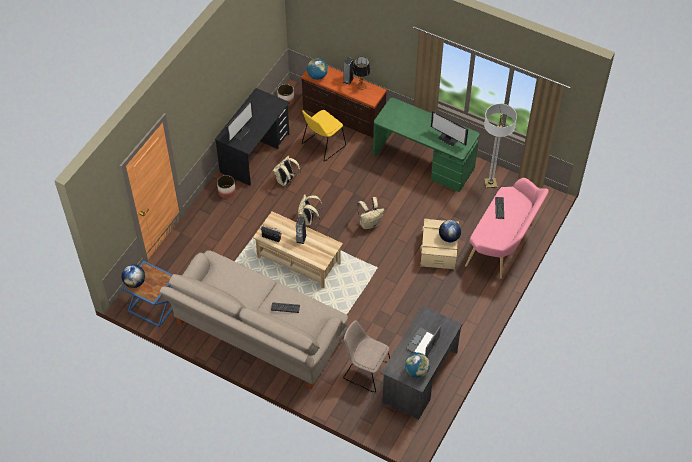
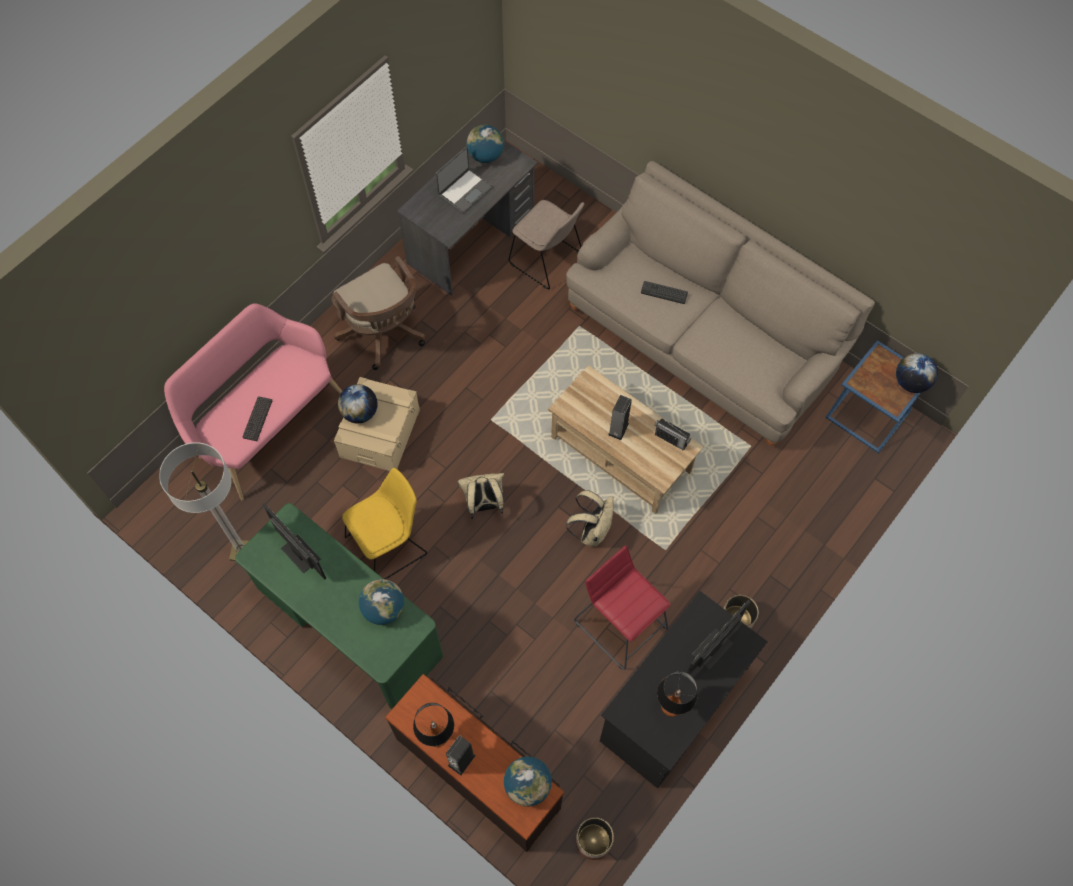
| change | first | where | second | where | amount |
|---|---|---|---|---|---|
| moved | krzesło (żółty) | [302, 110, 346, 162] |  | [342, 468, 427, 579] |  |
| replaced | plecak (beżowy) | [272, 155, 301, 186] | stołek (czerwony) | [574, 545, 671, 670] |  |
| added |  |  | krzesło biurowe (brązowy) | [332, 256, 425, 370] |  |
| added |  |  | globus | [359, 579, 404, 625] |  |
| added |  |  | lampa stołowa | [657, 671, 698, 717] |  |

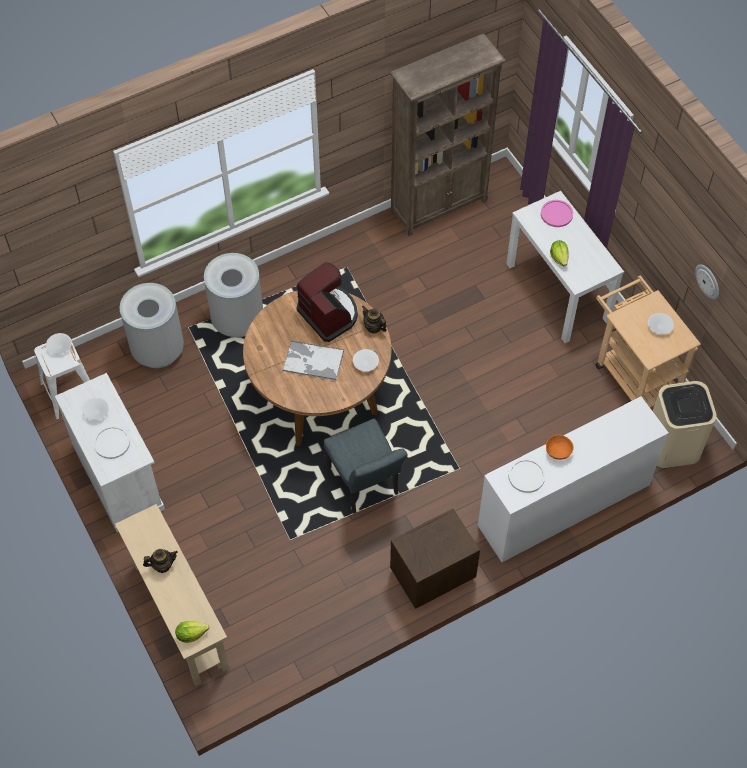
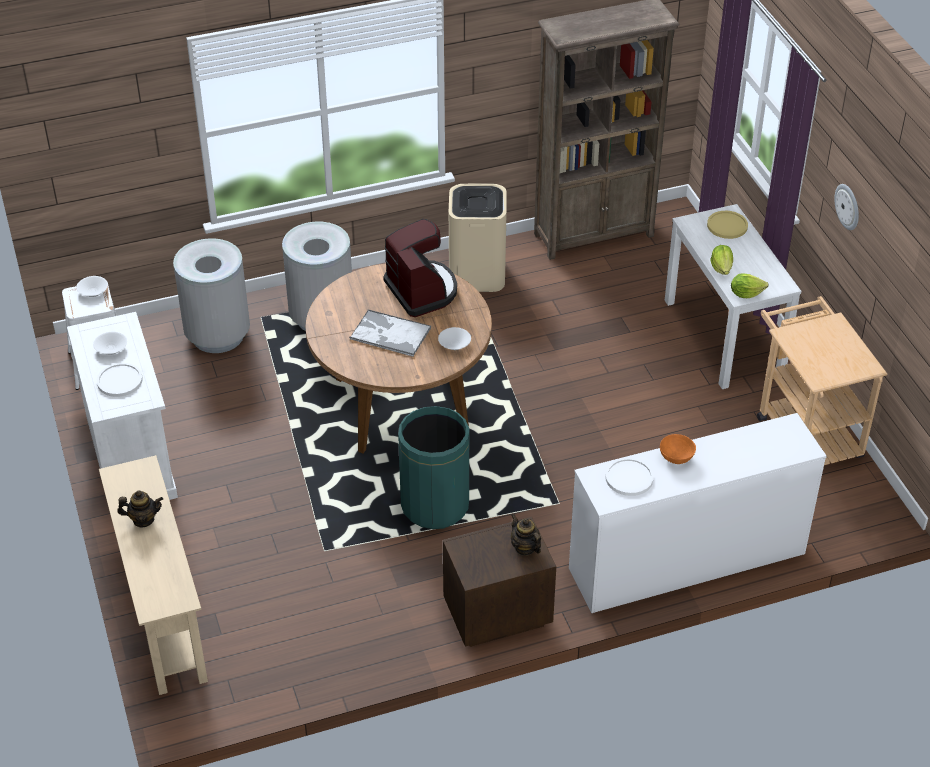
| change | first | where | second | where | amount |
|---|---|---|---|---|---|
| recoloured | talerz (różowy) | [541, 200, 573, 227] | talerz (żółty) | [707, 211, 748, 239] |  |
| moved | zegar ścienny | [695, 264, 719, 299] |  | [834, 184, 859, 230] |  |
| moved | imbryk | [362, 305, 387, 333] |  | [511, 514, 541, 556] |  |
| removed | miska (biały) | [648, 313, 674, 335] |  |  |  |
| moved | kosz na śmieci (beżowy) | [653, 381, 717, 468] |  | [449, 184, 507, 292] |  |
| replaced | krzesło (szary) | [324, 418, 408, 513] | kosz na śmieci (zielony) | [398, 406, 469, 529] |  |
| moved | sałata | [175, 621, 209, 643] |  | [731, 273, 769, 298] |  |

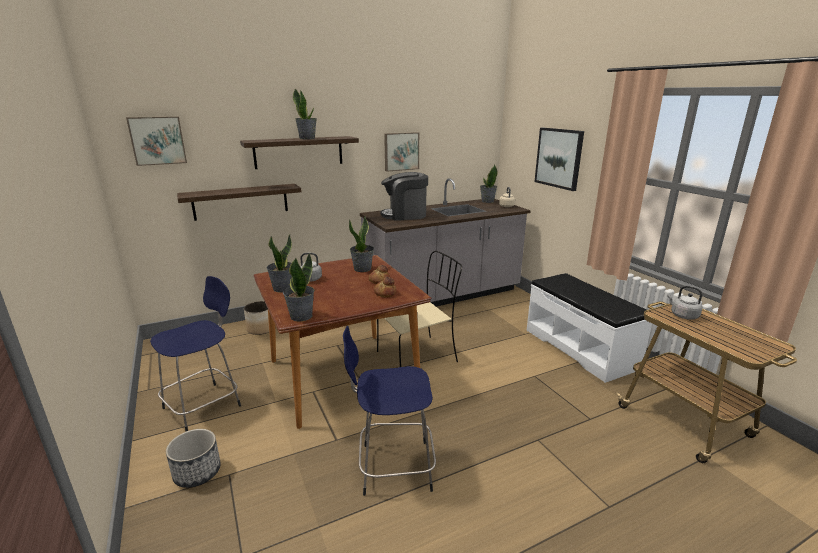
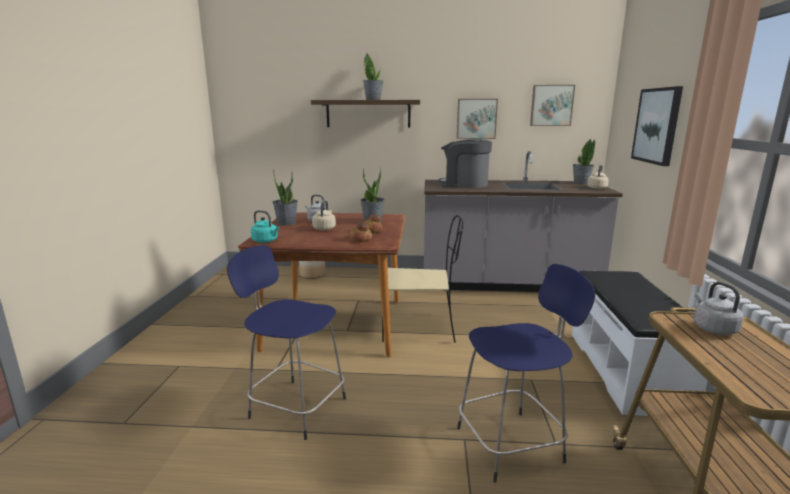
| change | first | where | second | where | amount |
|---|---|---|---|---|---|
| moved | obraz | [126, 116, 187, 166] |  | [530, 85, 575, 126] |  |
| removed | półka | [177, 184, 302, 221] |  |  |  |
| replaced | roślina doniczkowa | [283, 254, 314, 322] | czajnik (turkusowy) | [251, 210, 280, 243] |  |
| moved | stołek (niebieski) | [150, 276, 241, 432] |  | [457, 264, 595, 483] |  |
| removed | donica | [166, 429, 221, 488] |  |  |  |
| added |  |  | czajnik (beżowy) | [312, 200, 336, 230] |  |

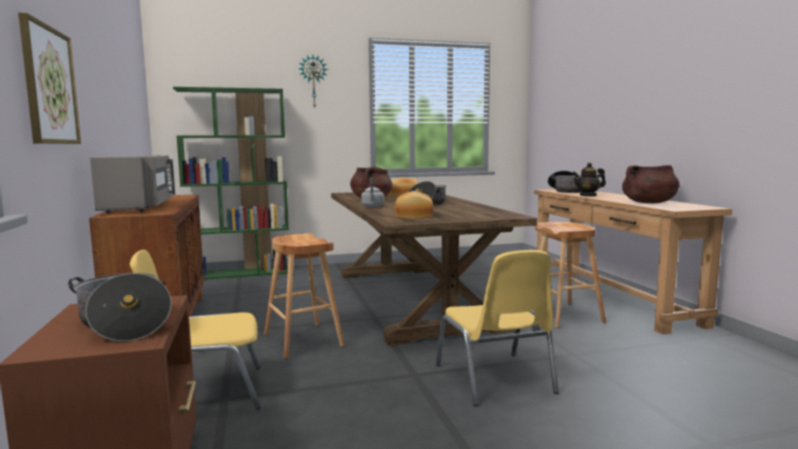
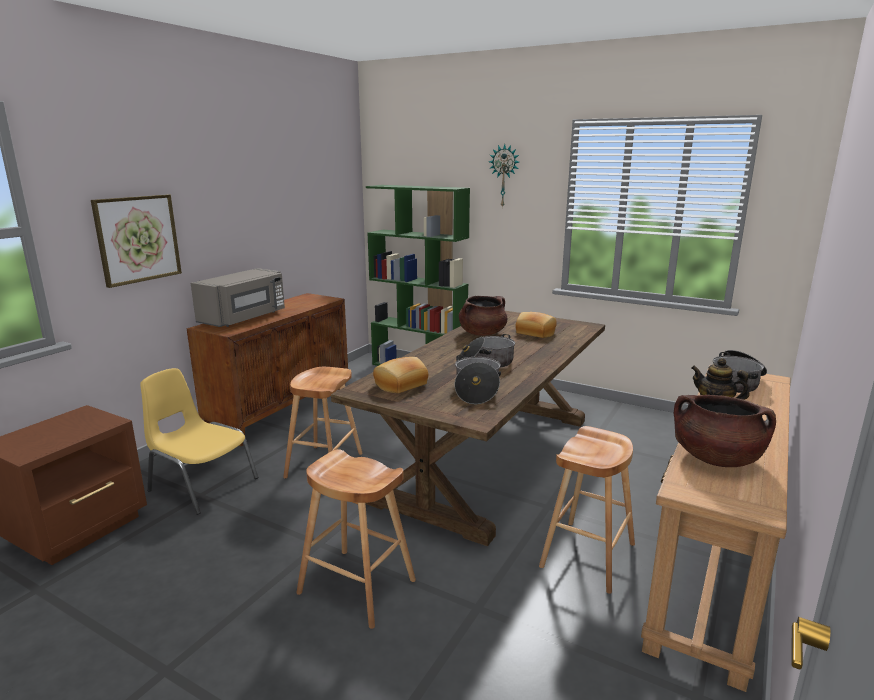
| change | first | where | second | where | amount |
|---|---|---|---|---|---|
| removed | czajnik (szary) | [361, 178, 384, 207] |  |  |  |
| replaced | krzesło (żółty) | [436, 250, 559, 406] | stołek (brązowy) | [296, 449, 416, 629] |  |
| moved | garnek | [68, 273, 172, 342] |  | [455, 354, 501, 404] |  |

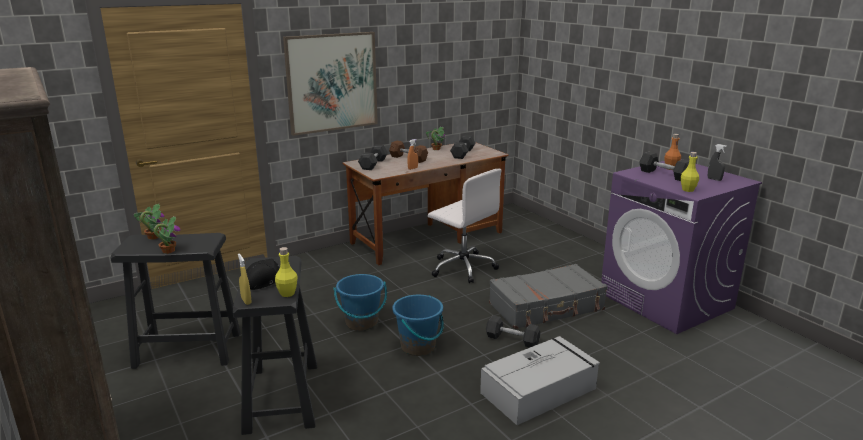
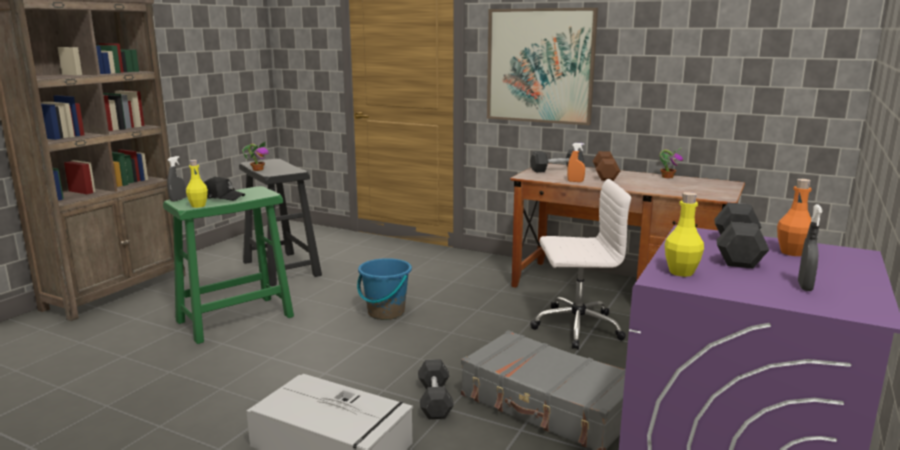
| change | first | where | second | where | amount |
|---|---|---|---|---|---|
| removed | hantel (szary) | [450, 135, 475, 159] |  |  |  |
| turned | krzesło biurowe (biały) | [428, 169, 502, 283] |  | [530, 179, 631, 350] | 105 degrees counterclockwise |
| removed | roślina doniczkowa | [134, 204, 164, 240] |  |  |  |
| recoloured | spryskiwacz (żółty) | [238, 254, 252, 305] | spryskiwacz (szary) | [167, 156, 186, 202] |  |
| recoloured | stołek (czarny) | [233, 256, 317, 435] | stołek (zielony) | [163, 186, 294, 344] |  |
| removed | wiadro (niebieski) | [392, 295, 444, 356] |  |  |  |

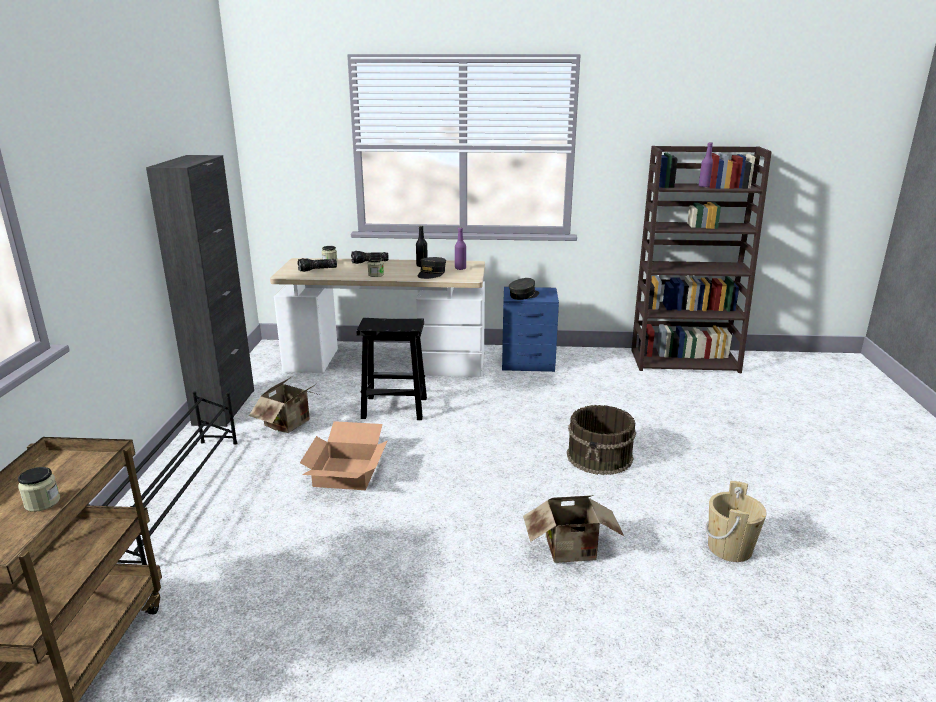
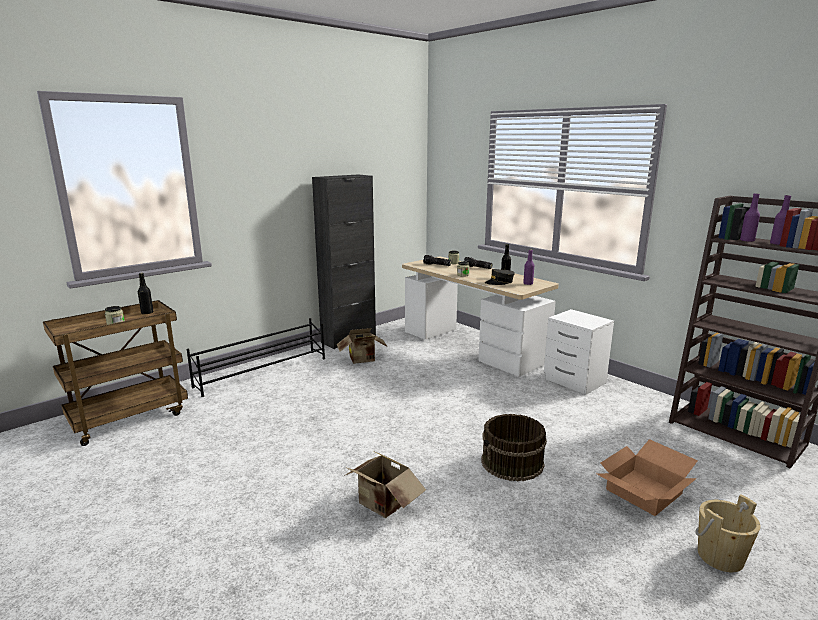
| change | first | where | second | where | amount |
|---|---|---|---|---|---|
| removed | czapka z daszkiem (szary) | [509, 278, 539, 300] |  |  |  |
| recoloured | szafka nocna (niebieski) | [502, 287, 559, 372] | szafka nocna (biały) | [544, 309, 614, 395] |  |
| removed | stołek (czarny) | [357, 318, 427, 420] |  |  |  |
| moved | karton | [300, 421, 388, 490] |  | [597, 439, 698, 516] |  |
| moved | wiadro (beżowy) | [705, 481, 767, 562] |  | [695, 494, 761, 572] |  |
| added |  |  | butelka (fioletowy) | [740, 193, 760, 242] |  |
| added |  |  | butelka (czarny) | [138, 273, 153, 315] |  |

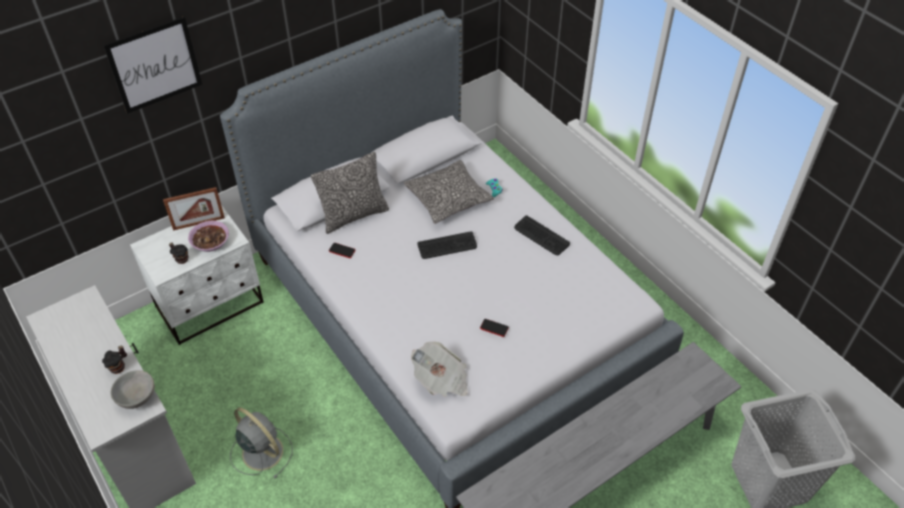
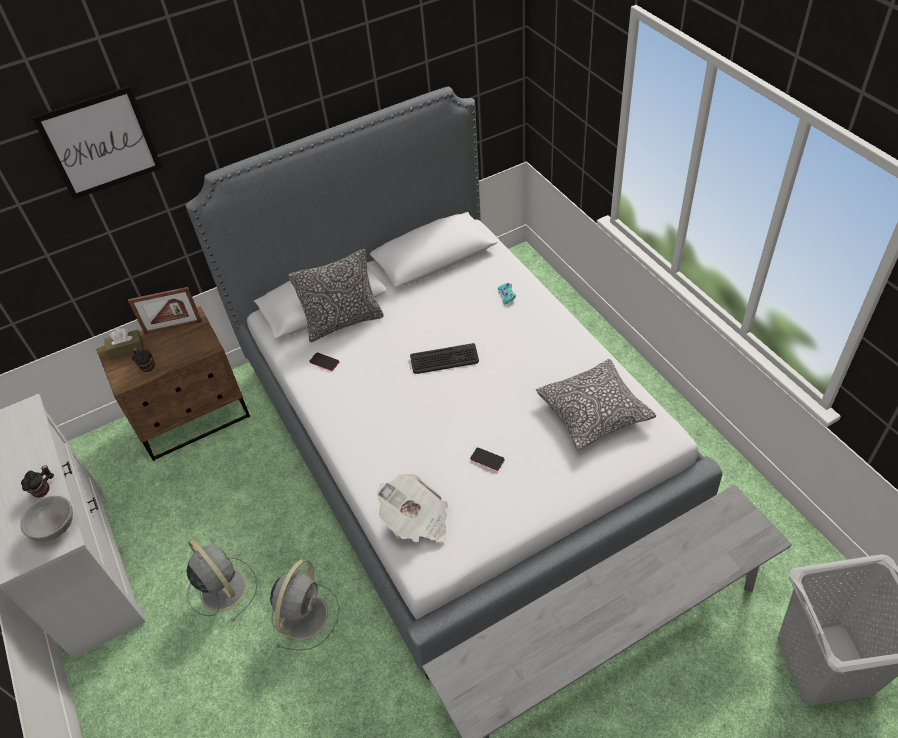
| change | first | where | second | where | amount |
|---|---|---|---|---|---|
| moved | poduszka | [404, 160, 494, 224] |  | [536, 359, 656, 450] |  |
| recoloured | szafka nocna (biały) | [130, 205, 264, 345] | szafka nocna (brązowy) | [96, 306, 250, 461] |  |
| removed | klawiatura | [514, 215, 570, 255] |  |  |  |
| removed | miska | [188, 221, 229, 252] |  |  |  |
| added |  |  | pudełko chusteczek (brązowy) | [104, 328, 144, 360] |  |
| added |  |  | wentylator (szary) | [270, 560, 340, 651] |  |

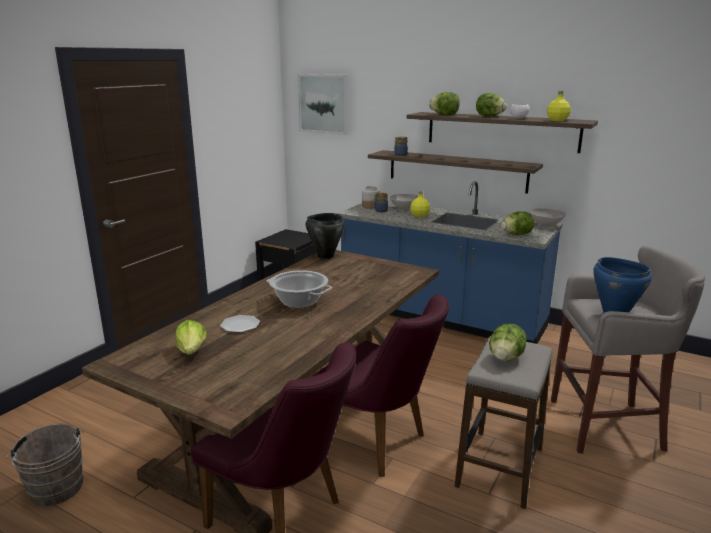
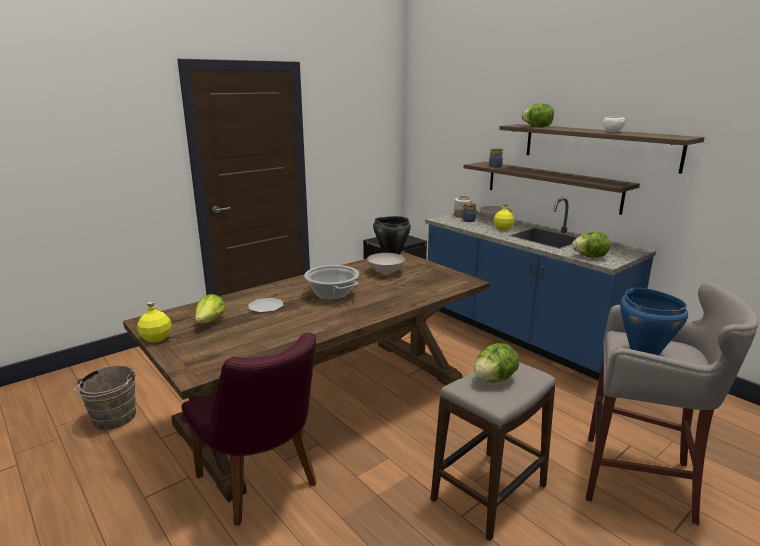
| change | first | where | second | where | amount |
|---|---|---|---|---|---|
| removed | obraz | [298, 74, 349, 135] |  |  |  |
| moved | butelka (żółty) | [547, 91, 571, 121] |  | [137, 301, 172, 343] |  |
| removed | sałata | [476, 93, 507, 117] |  |  |  |
| moved | miska (biały) | [530, 208, 566, 227] |  | [367, 253, 405, 274] |  |
| removed | krzesło (fioletowy) | [311, 295, 449, 477] |  |  |  |

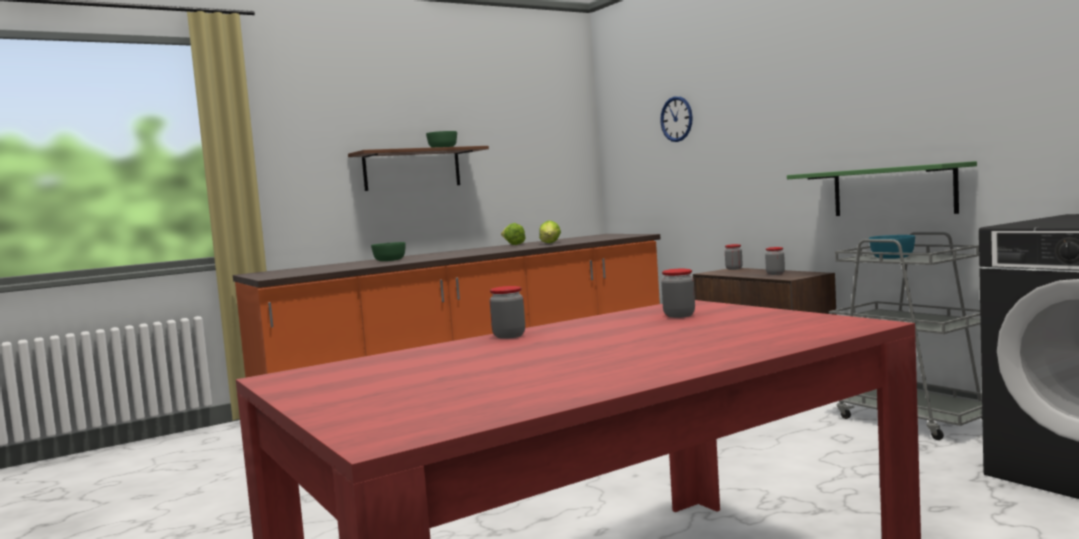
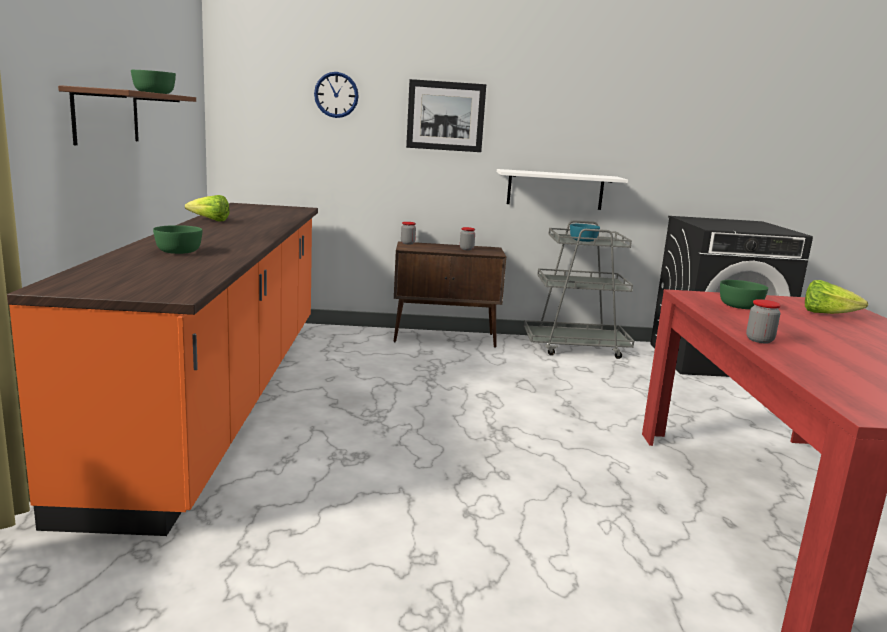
| change | first | where | second | where | amount |
|---|---|---|---|---|---|
| recoloured | półka (zielony) | [787, 161, 977, 216] | półka (biały) | [497, 169, 628, 210] |  |
| moved | sałata | [539, 221, 561, 243] |  | [805, 280, 868, 314] |  |
| replaced | słoik | [661, 269, 695, 318] | miska (zielony) | [720, 280, 768, 309] |  |
| added |  |  | obraz | [406, 79, 486, 152] |  |

